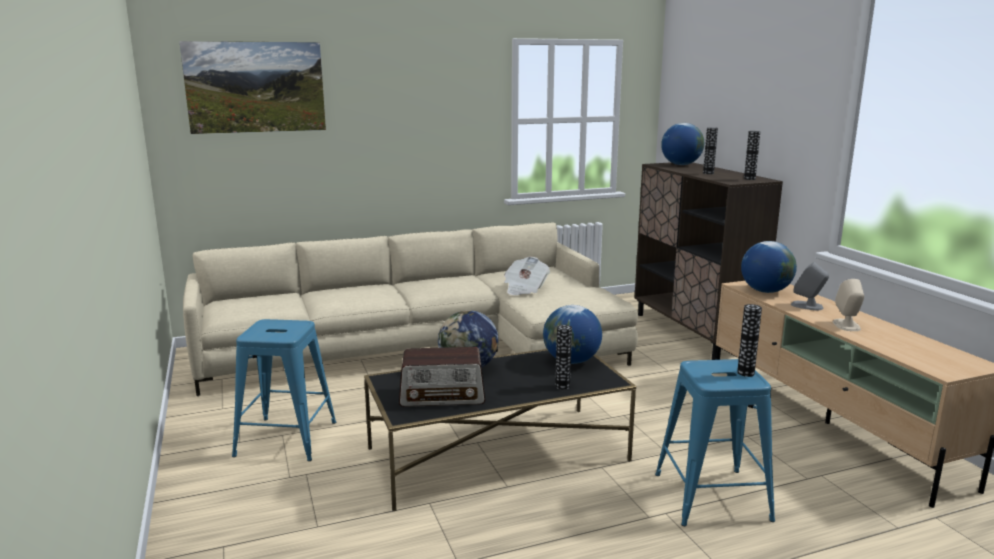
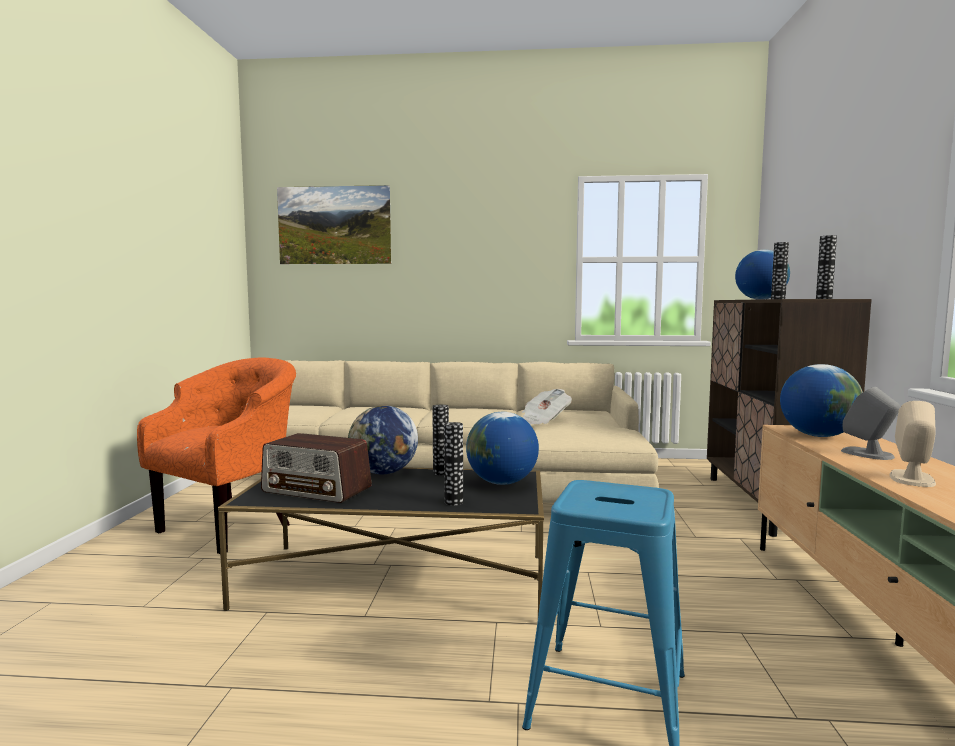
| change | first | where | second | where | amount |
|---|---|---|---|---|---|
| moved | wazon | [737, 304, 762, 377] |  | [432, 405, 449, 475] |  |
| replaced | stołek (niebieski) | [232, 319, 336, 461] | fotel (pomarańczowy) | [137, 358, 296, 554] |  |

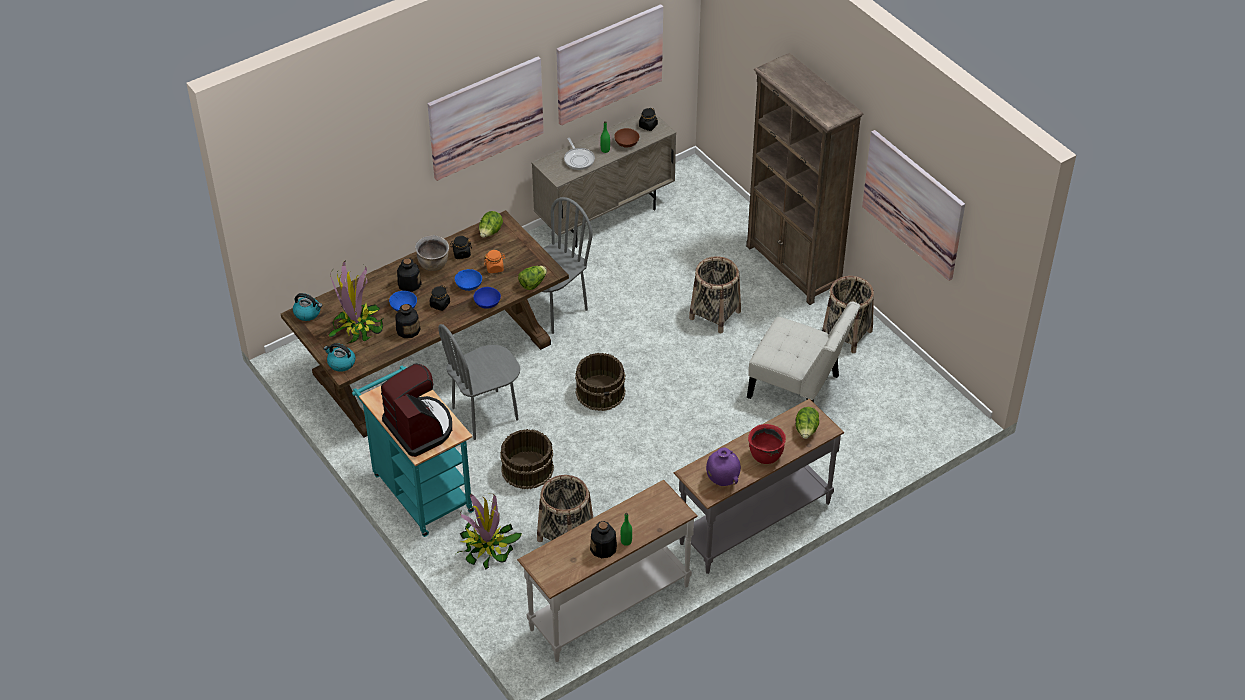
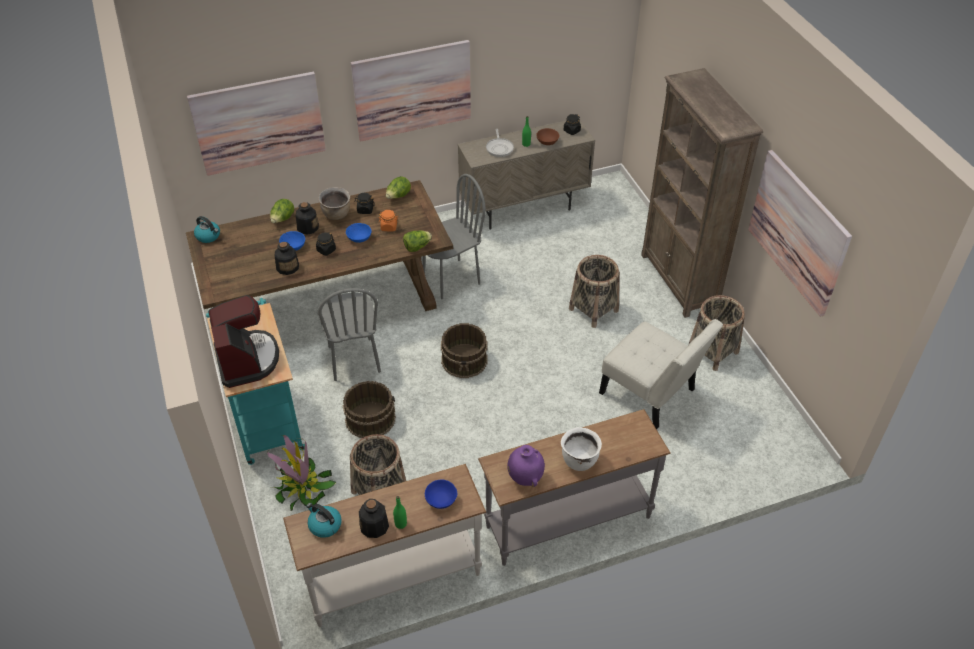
| change | first | where | second | where | amount |
|---|---|---|---|---|---|
| moved | obraz | [556, 4, 663, 126] |  | [187, 72, 326, 176] |  |
| removed | roślina doniczkowa | [329, 260, 384, 345] |  |  |  |
| moved | miska (niebieski) | [473, 287, 501, 309] |  | [425, 480, 457, 509] |  |
| turned | krzesło (szary) | [438, 324, 520, 440] |  | [318, 288, 381, 381] | 90 degrees counterclockwise |
| moved | czajnik | [324, 343, 355, 372] |  | [306, 503, 342, 538] |  |
| moved | sałata | [796, 407, 819, 439] |  | [270, 199, 294, 223] |  |
| recoloured | garnek (czerwony) | [748, 424, 786, 464] | garnek (biały) | [561, 427, 602, 471] |  |

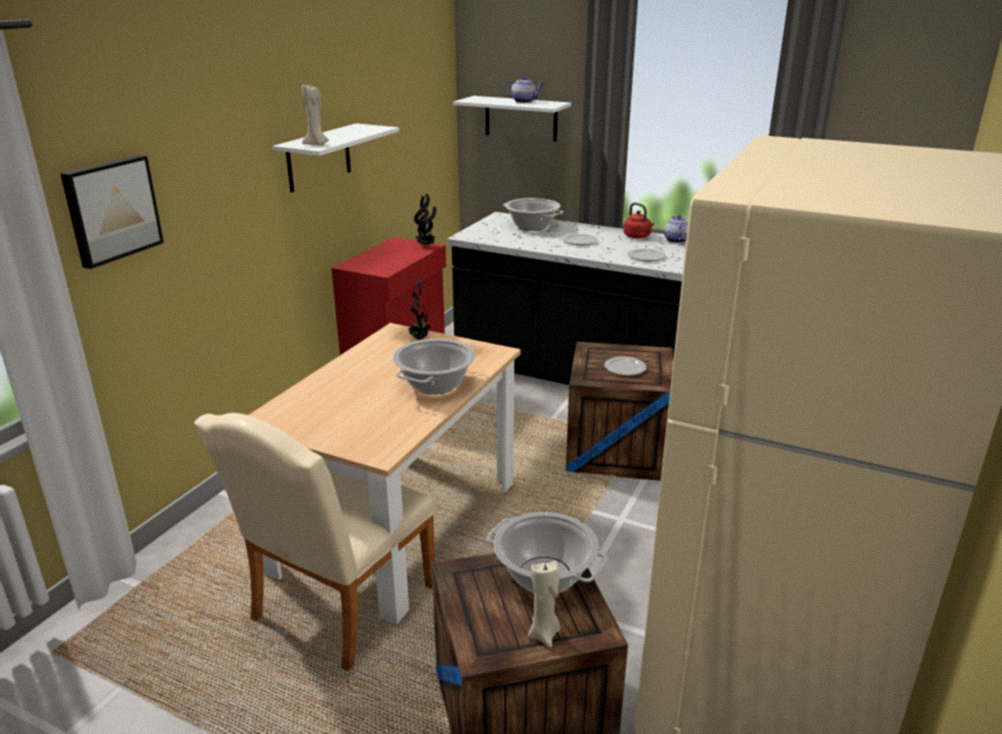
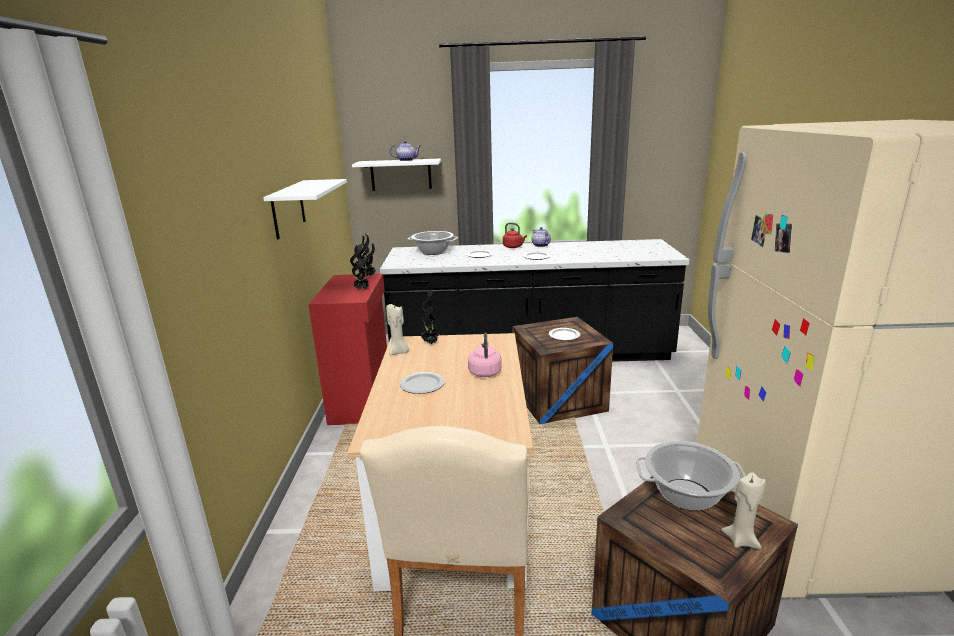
| change | first | where | second | where | amount |
|---|---|---|---|---|---|
| moved | świeca (beżowy) | [302, 82, 329, 145] |  | [386, 304, 409, 355] |  |
| removed | obraz | [60, 155, 164, 269] |  |  |  |
| replaced | garnek | [393, 339, 475, 395] | czajnik (różowy) | [468, 333, 502, 377] |  |
| added |  |  | roślina doniczkowa | [350, 244, 369, 290] |  |
| added |  |  | talerz | [400, 372, 445, 394] |  |

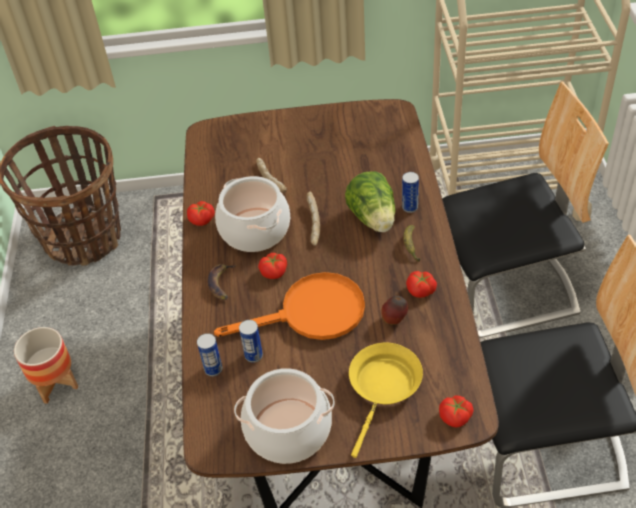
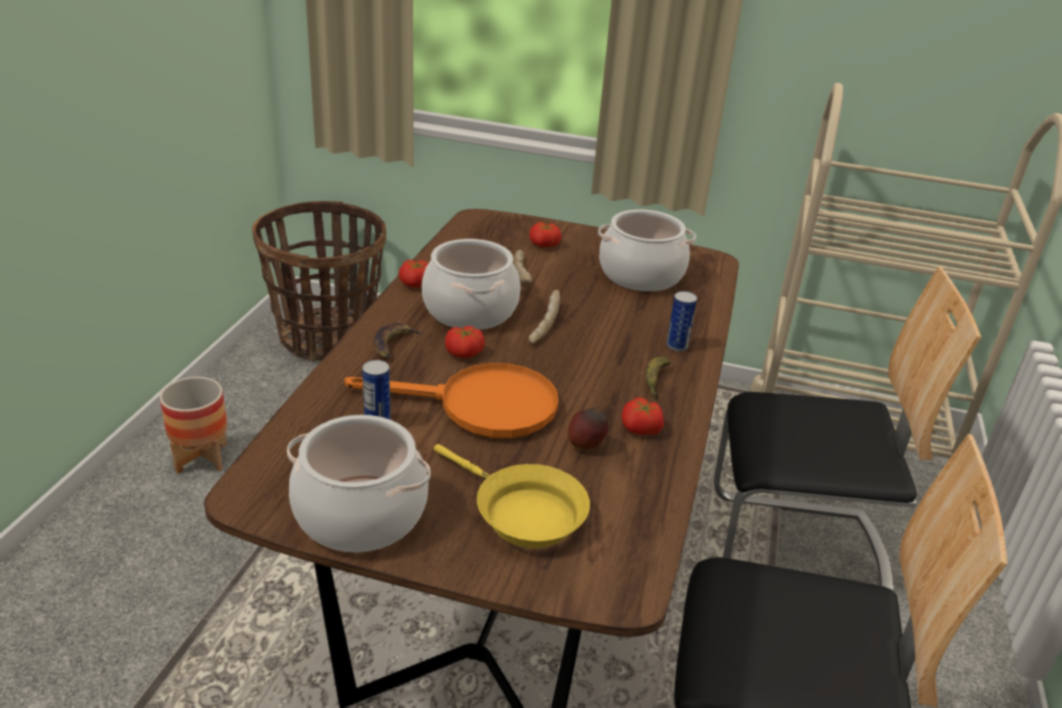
| change | first | where | second | where | amount |
|---|---|---|---|---|---|
| removed | sałata | [345, 171, 395, 232] |  |  |  |
| removed | puszka | [197, 333, 222, 376] |  |  |  |
| turned | patelnia (żółty) | [349, 343, 423, 458] |  | [434, 444, 590, 548] | 90 degrees clockwise |
| moved | pomidor | [439, 395, 474, 428] |  | [529, 222, 562, 248] |  |
| added |  |  | garnek | [598, 209, 696, 291] |  |

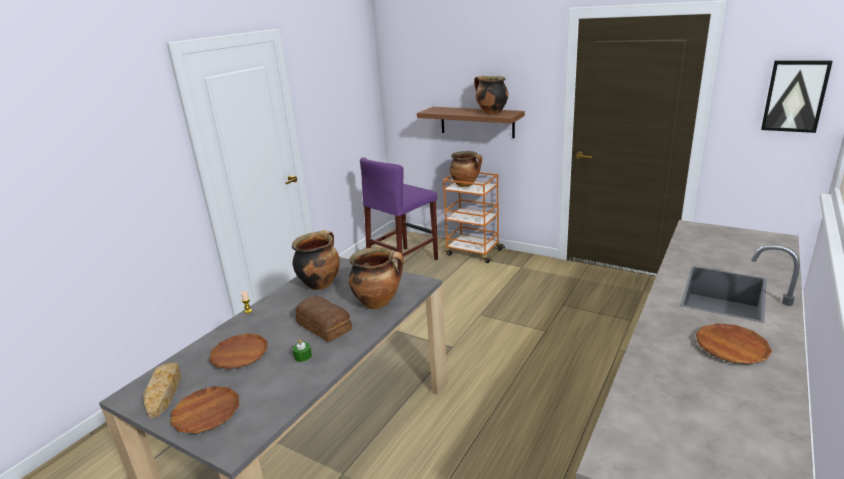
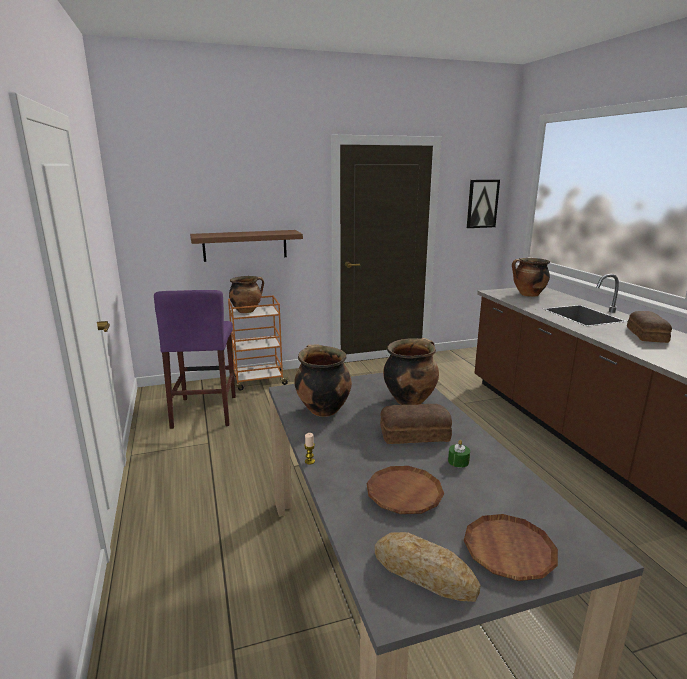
| change | first | where | second | where | amount |
|---|---|---|---|---|---|
| moved | garnek | [474, 76, 508, 114] |  | [512, 258, 550, 297] |  |
| replaced | talerz (brązowy) | [696, 323, 772, 364] | chleb | [627, 311, 672, 343] |  |

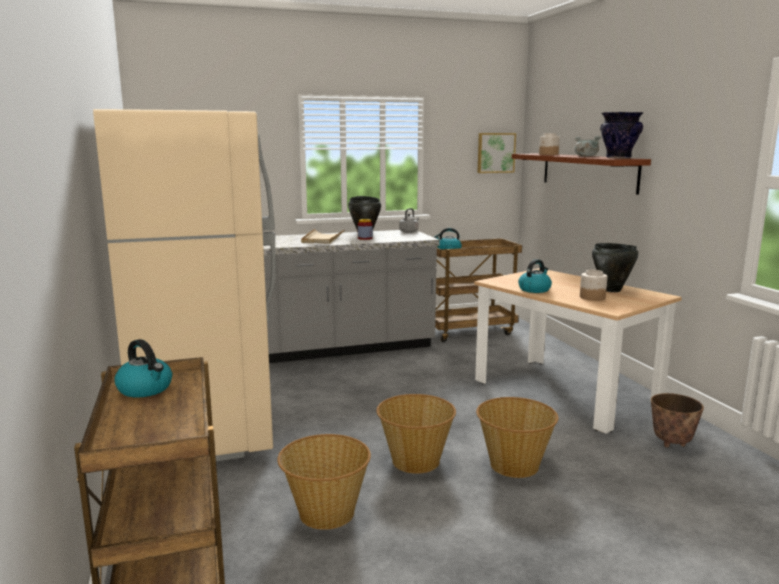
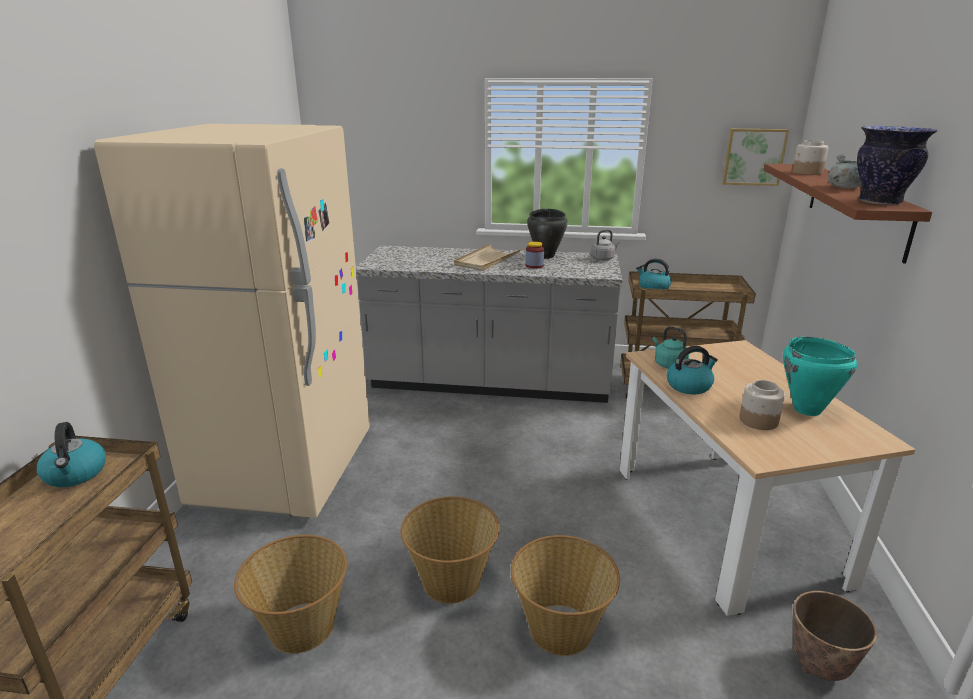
| change | first | where | second | where | amount |
|---|---|---|---|---|---|
| recoloured | garnek (czarny) | [592, 243, 639, 292] | garnek (turkusowy) | [783, 336, 857, 416] |  |
| added |  |  | czajnik (turkusowy) | [652, 326, 689, 369] |  |

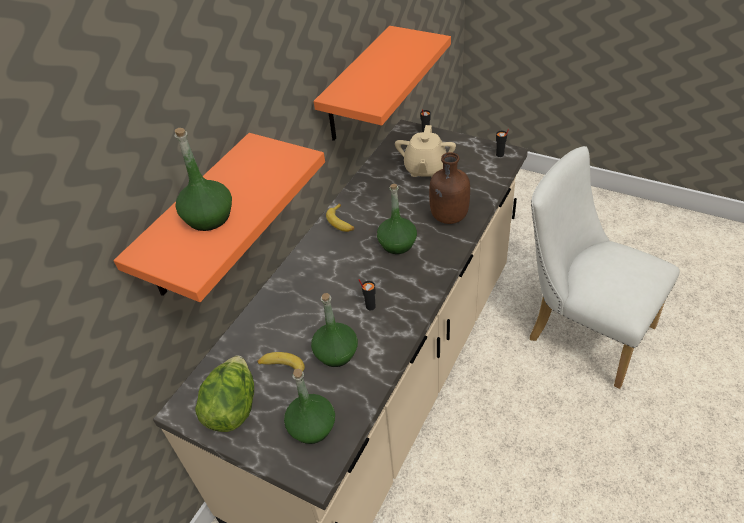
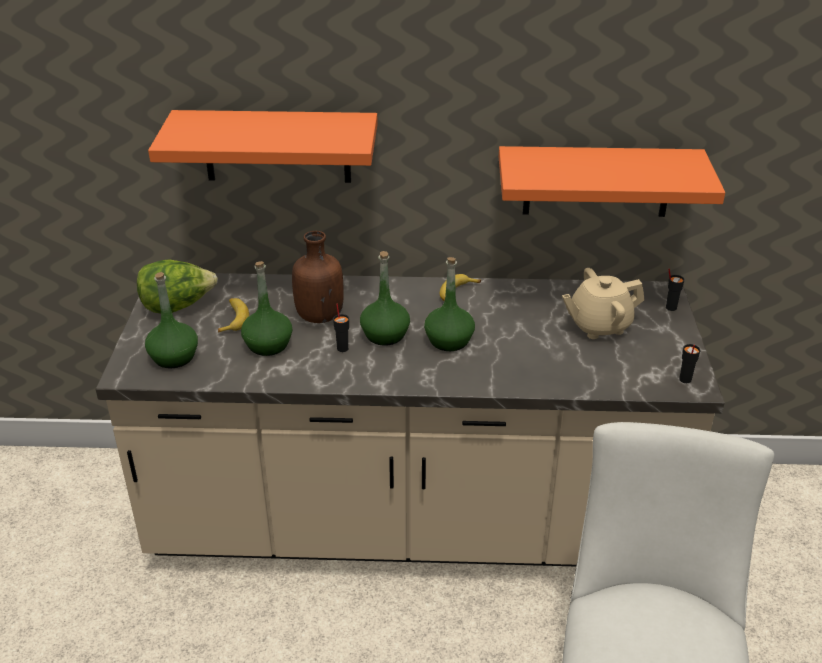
| change | first | where | second | where | amount |
|---|---|---|---|---|---|
| moved | butelka (zielony) | [174, 128, 232, 231] |  | [360, 251, 410, 346] |  |
| moved | butelka (brązowy) | [429, 152, 470, 224] |  | [292, 231, 344, 323] |  |

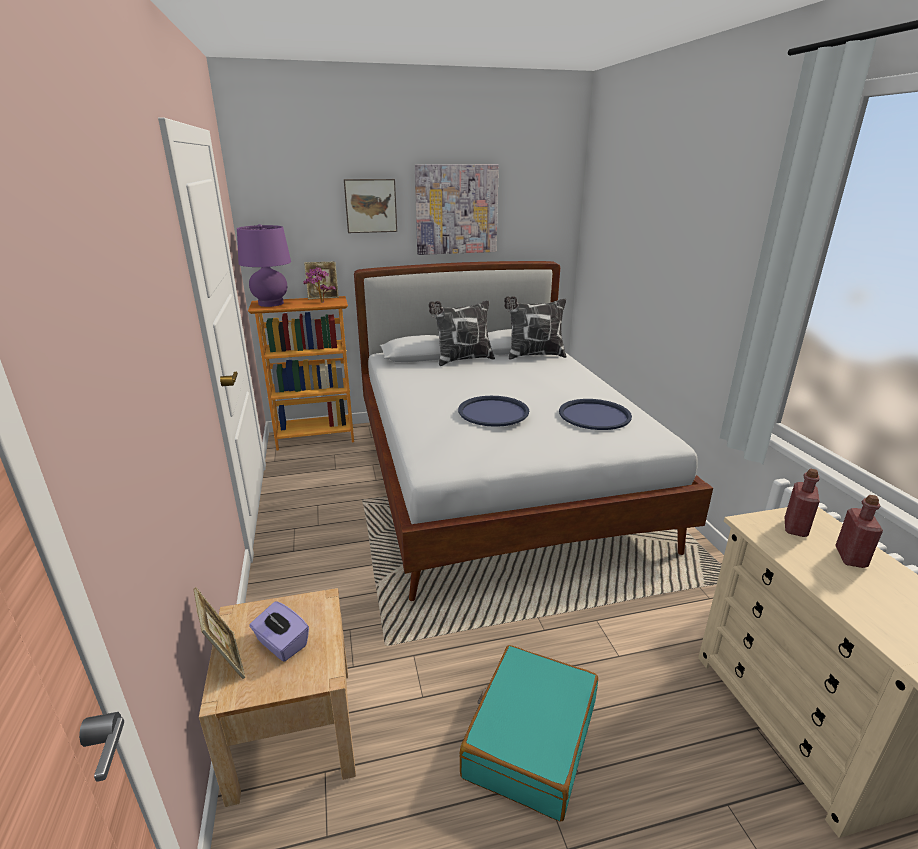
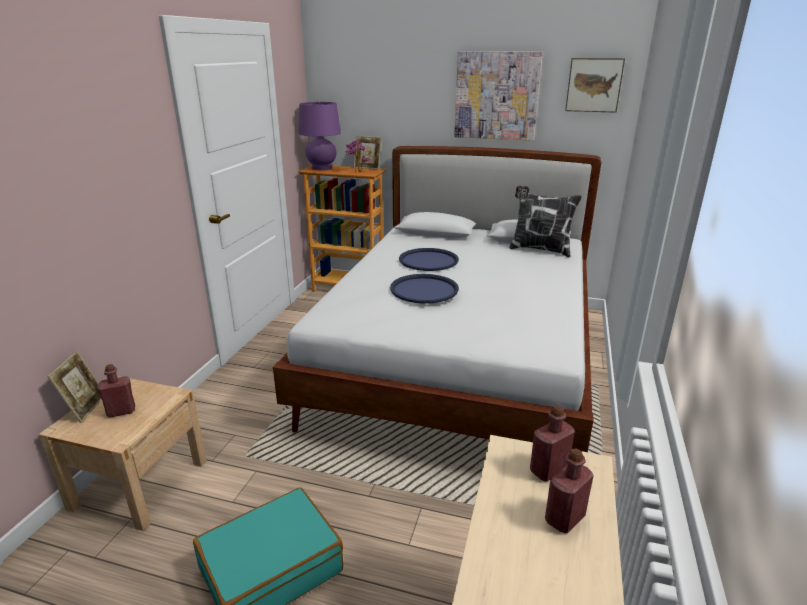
| change | first | where | second | where | amount |
|---|---|---|---|---|---|
| moved | obraz | [344, 179, 397, 233] |  | [565, 58, 625, 113] |  |
| removed | poduszka | [429, 300, 495, 366] |  |  |  |
| moved | taca (niebieski) | [559, 399, 632, 430] |  | [399, 248, 459, 271] |  |
| replaced | pudełko chusteczek (fioletowy) | [249, 601, 309, 662] | butelka (czerwony) | [97, 364, 135, 418] |  |

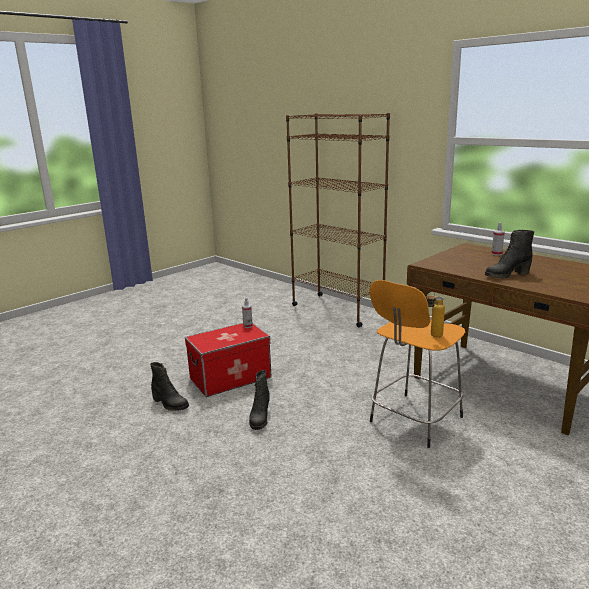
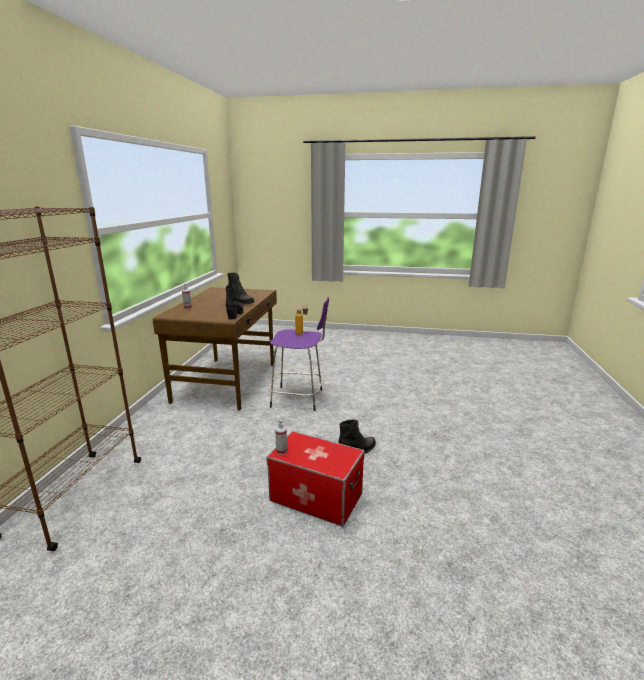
| change | first | where | second | where | amount |
|---|---|---|---|---|---|
| recoloured | stołek (pomarańczowy) | [370, 280, 465, 448] | stołek (fioletowy) | [268, 297, 329, 411] |  |
| moved | but z cholewką (czarny) | [150, 362, 189, 411] |  | [226, 283, 244, 320] |  |

